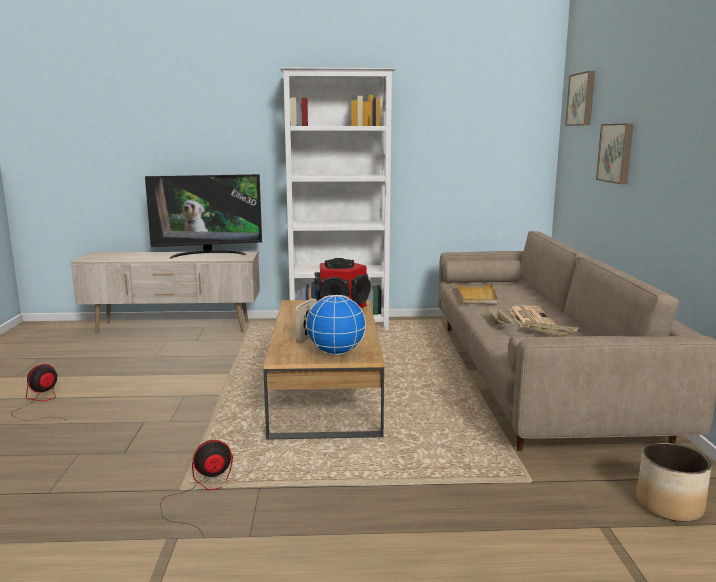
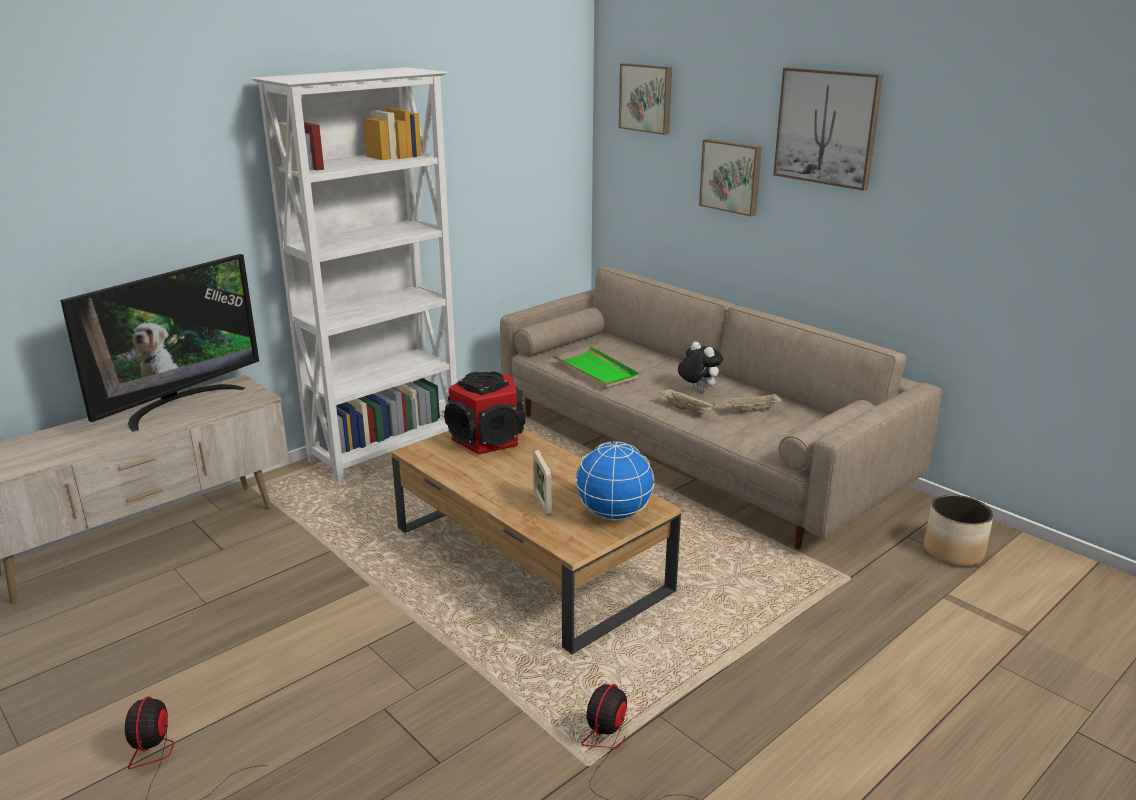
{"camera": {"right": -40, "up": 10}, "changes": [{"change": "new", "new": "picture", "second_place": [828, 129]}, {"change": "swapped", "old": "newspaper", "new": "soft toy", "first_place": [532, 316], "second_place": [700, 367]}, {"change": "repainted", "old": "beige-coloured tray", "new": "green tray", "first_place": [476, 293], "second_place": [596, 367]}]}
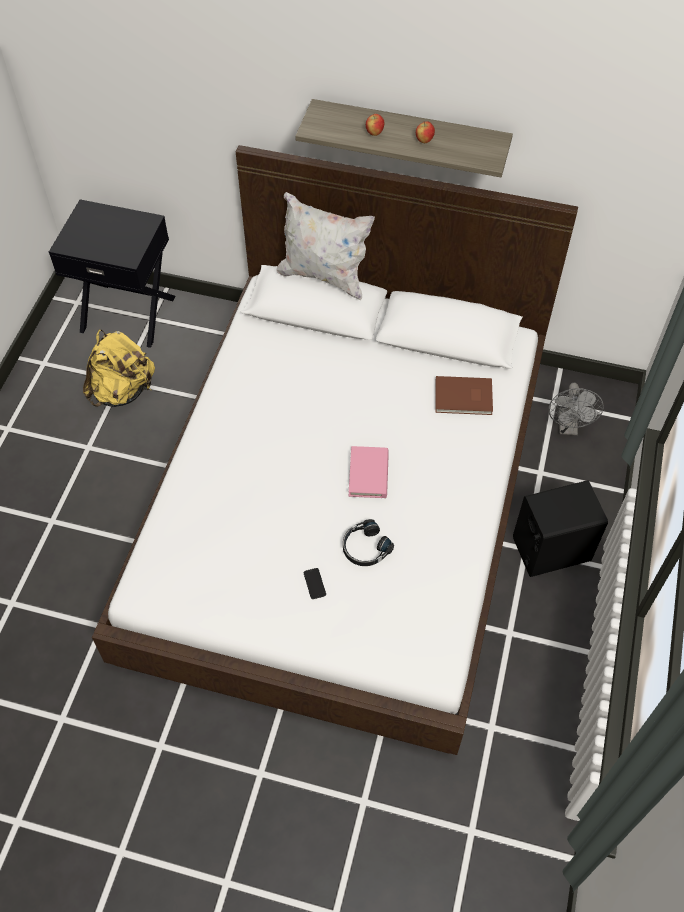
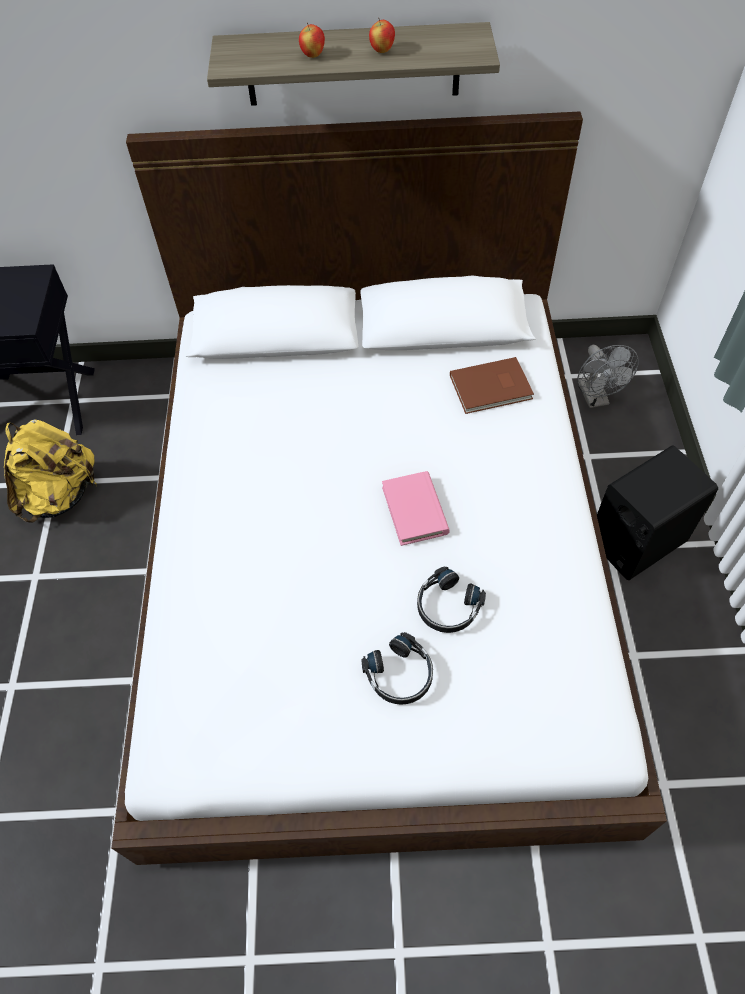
{"camera": {"right": -15, "up": 0}, "changes": [{"change": "gone", "old": "whitish cushion", "first_place": [325, 246]}, {"change": "swapped", "old": "phone", "new": "black headset", "first_place": [315, 583], "second_place": [397, 668]}]}
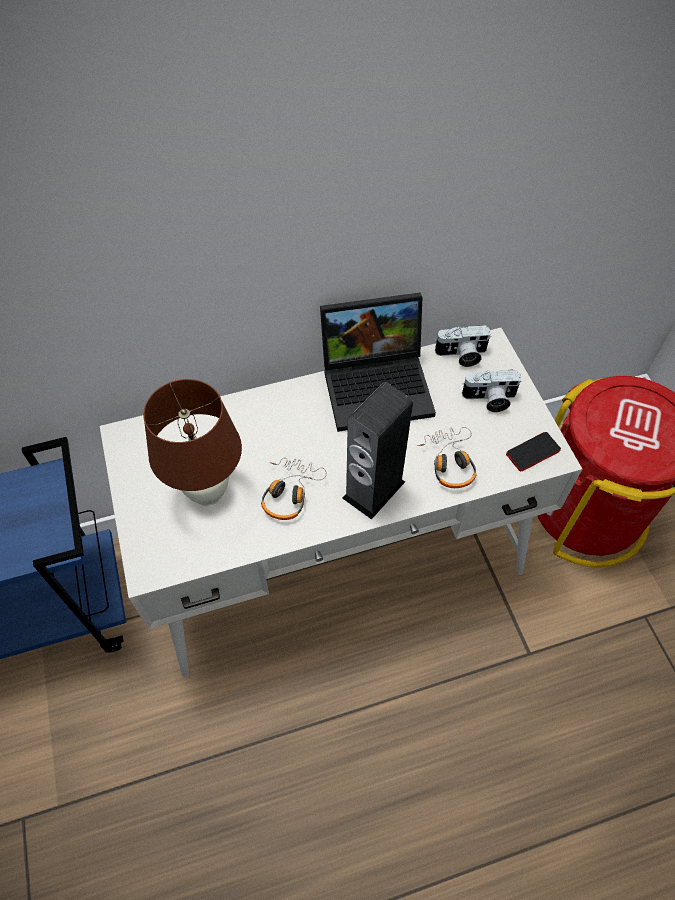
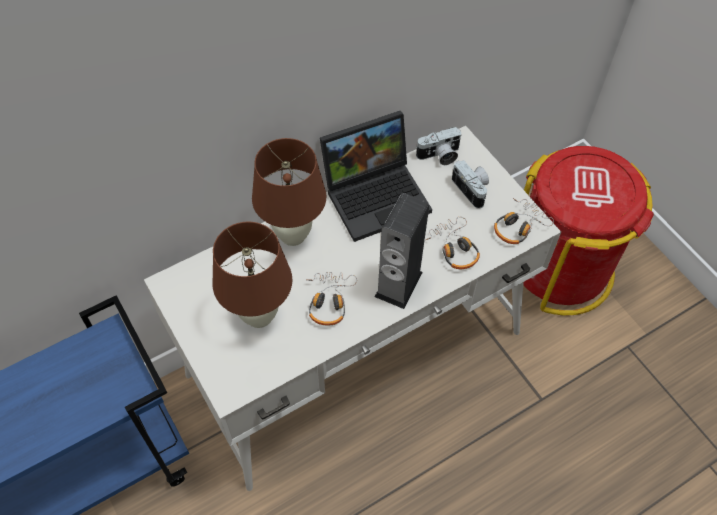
{"camera": {"right": -15, "up": 0}, "changes": [{"change": "new", "new": "brownish lamp for a table", "second_place": [289, 192]}, {"change": "swapped", "old": "phone", "new": "headset", "first_place": [533, 451], "second_place": [524, 221]}, {"change": "rotated", "old": "still camera", "first_place": [492, 390], "second_place": [470, 184], "degrees": -105}]}
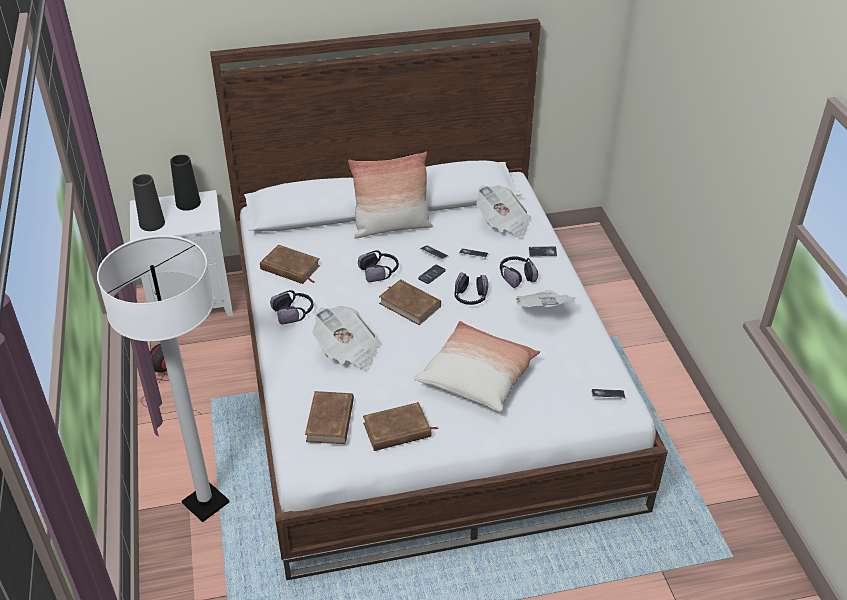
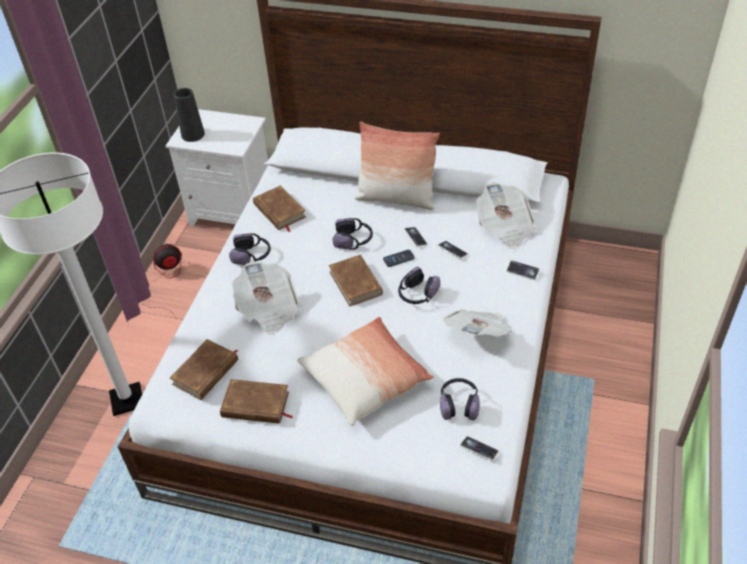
{"camera": {"right": 30, "up": 5}, "changes": [{"change": "gone", "old": "black flower vase", "first_place": [185, 183]}, {"change": "shifted", "old": "headset", "first_place": [519, 272], "second_place": [460, 399]}]}
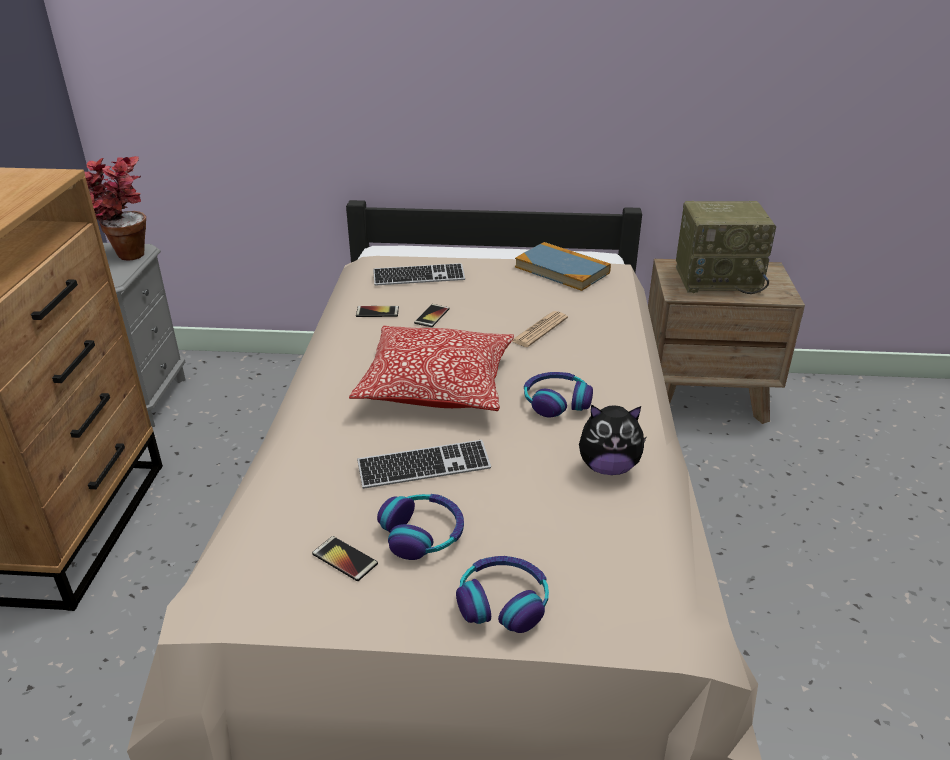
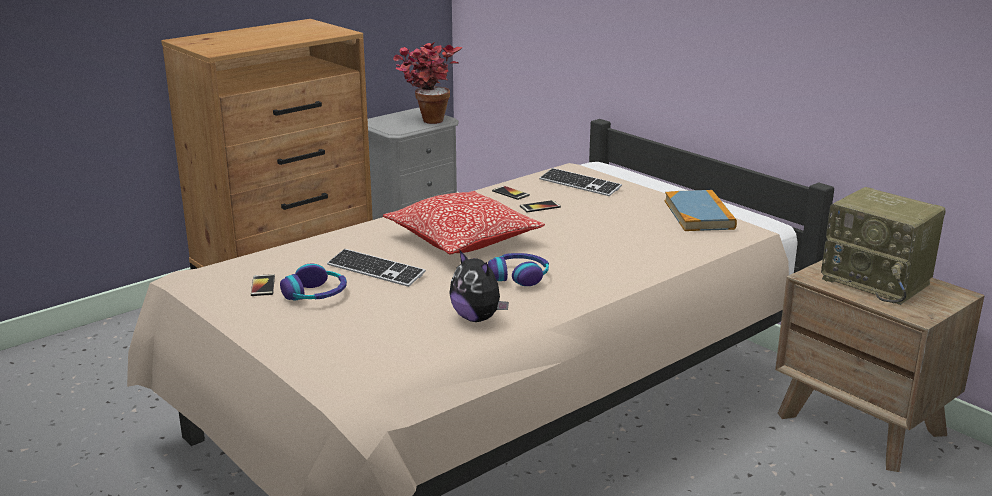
{"camera": {"right": 45, "up": -10}, "changes": [{"change": "gone", "old": "headset", "first_place": [502, 594]}, {"change": "gone", "old": "newspaper", "first_place": [540, 329]}]}
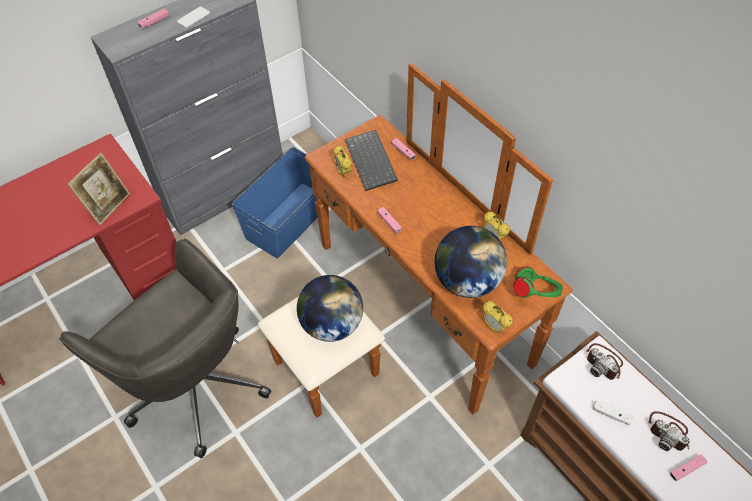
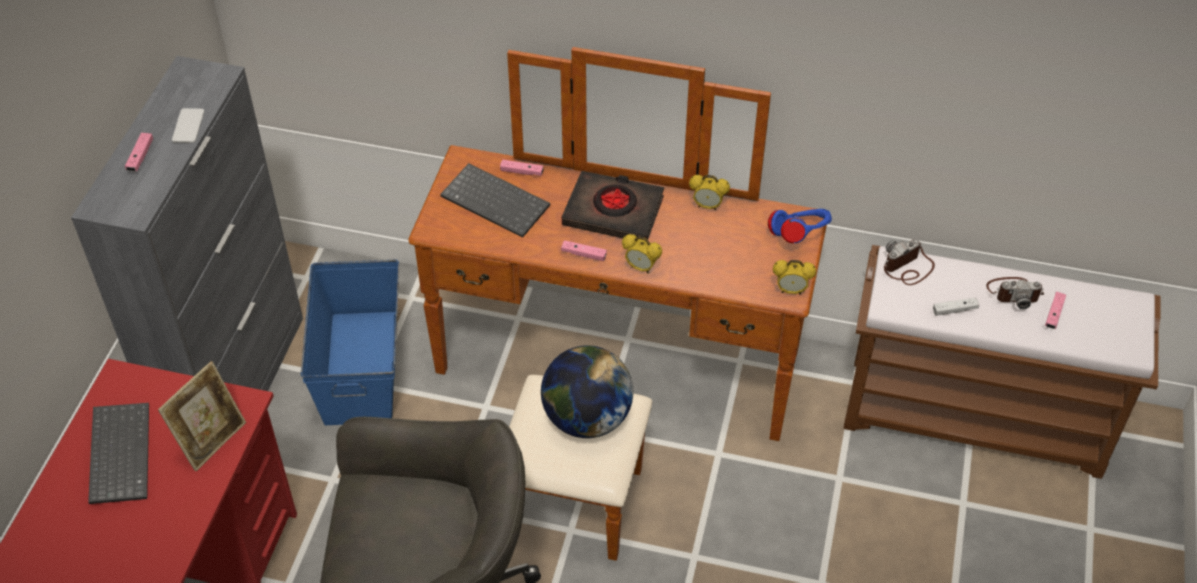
{"camera": {"right": -40, "up": -5}, "changes": [{"change": "gone", "old": "globe", "first_place": [471, 262]}, {"change": "new", "new": "computer keyboard", "second_place": [118, 453]}, {"change": "new", "new": "black bound book", "second_place": [613, 205]}, {"change": "shifted", "old": "bedside clock", "first_place": [342, 161], "second_place": [642, 253]}, {"change": "repainted", "old": "green headset", "new": "blue headset", "first_place": [538, 282], "second_place": [800, 226]}, {"change": "rotated", "old": "standing frame", "first_place": [99, 189], "second_place": [202, 416], "degrees": 45}, {"change": "rotated", "old": "still camera", "first_place": [604, 361], "second_place": [909, 262], "degrees": 135}]}
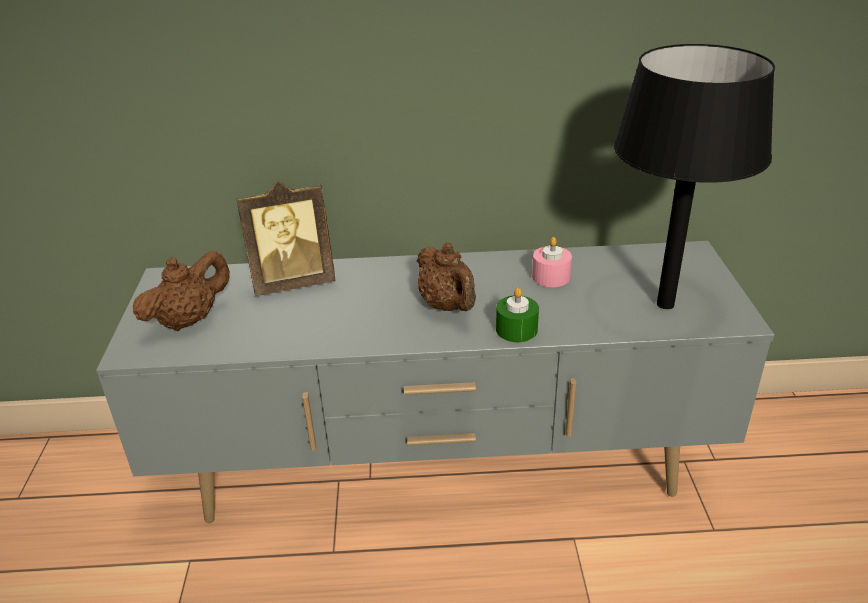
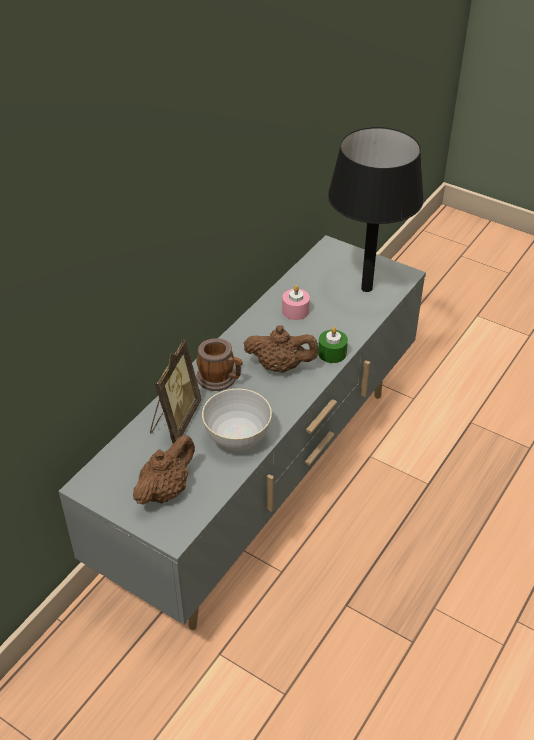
{"camera": {"right": -55, "up": 10}, "changes": [{"change": "new", "new": "tea mug", "second_place": [219, 364]}, {"change": "new", "new": "gray deep dish", "second_place": [237, 420]}, {"change": "rotated", "old": "brownish tea pot", "first_place": [181, 291], "second_place": [164, 470], "degrees": 45}]}
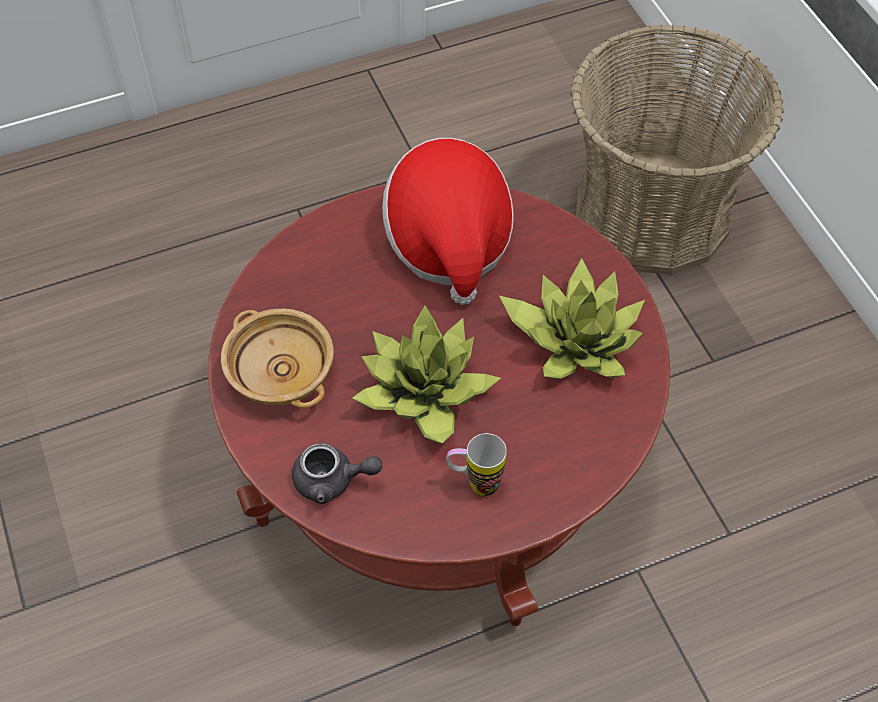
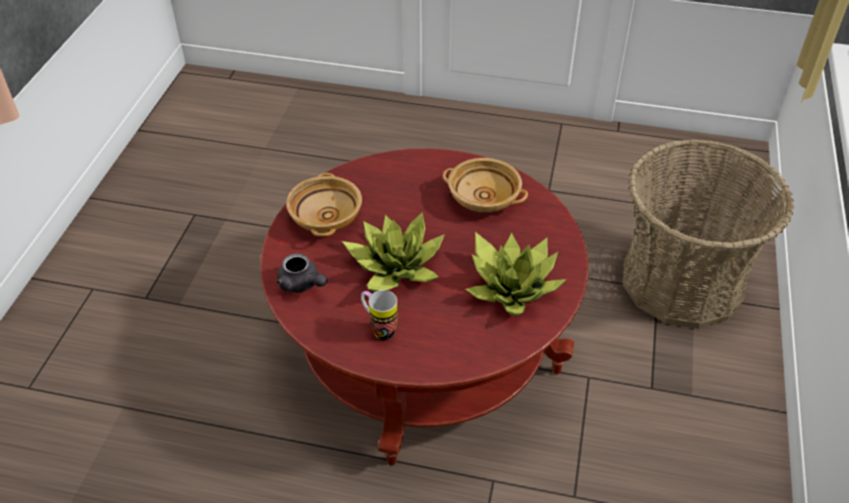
{"camera": {"right": 35, "up": -10}, "changes": [{"change": "swapped", "old": "hat", "new": "beige-coloured deep dish", "first_place": [448, 221], "second_place": [485, 185]}]}
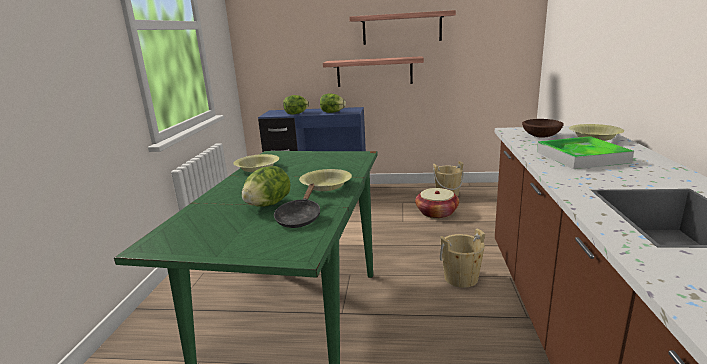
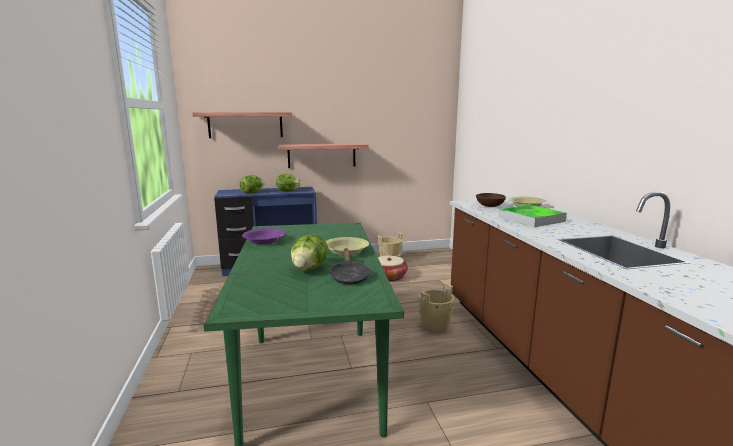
{"camera": {"right": -20, "up": -5}, "changes": [{"change": "shifted", "old": "wall shelf", "first_place": [402, 27], "second_place": [242, 125]}, {"change": "repainted", "old": "yellow deep dish", "new": "purplish deep dish", "first_place": [256, 163], "second_place": [264, 236]}]}
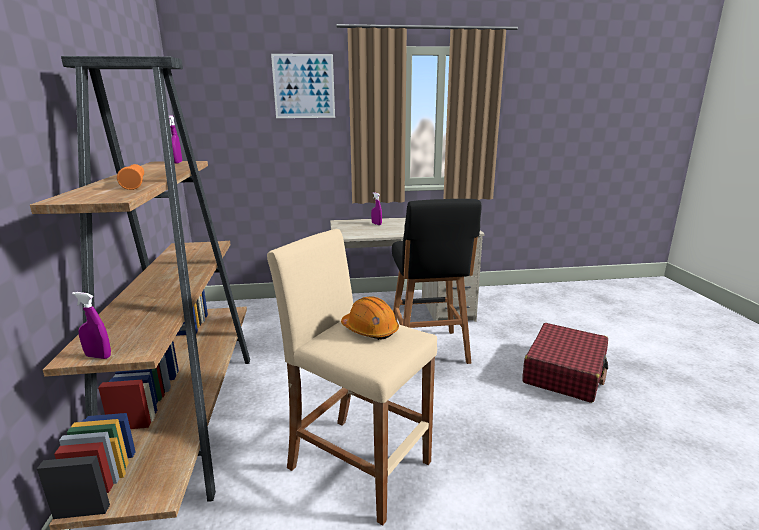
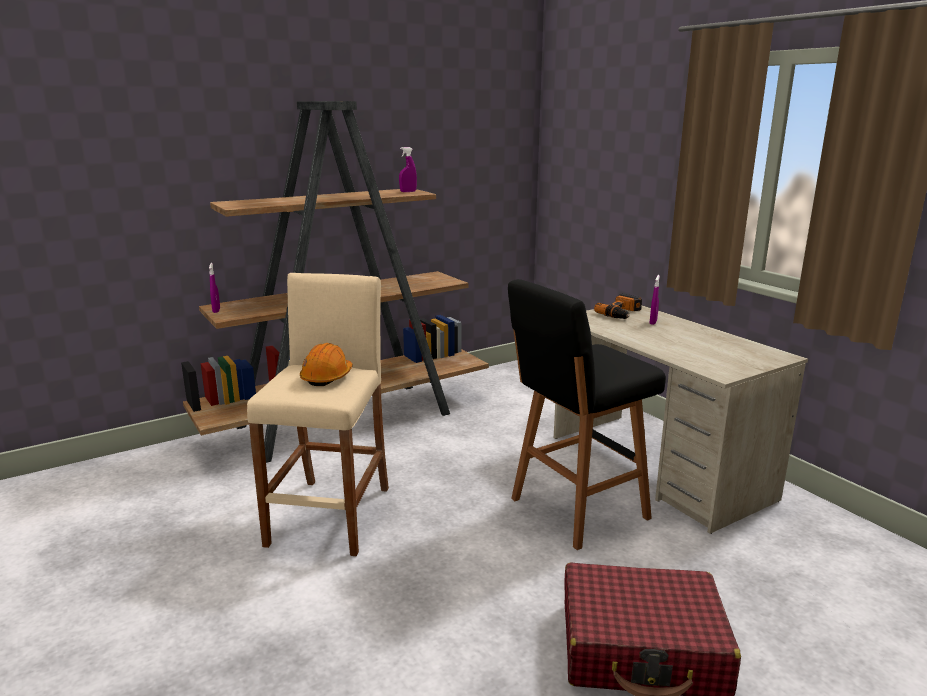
{"camera": {"right": 65, "up": 0}, "changes": [{"change": "gone", "old": "orangey flashlight", "first_place": [130, 177]}, {"change": "gone", "old": "picture", "first_place": [303, 86]}, {"change": "new", "new": "electric drill", "second_place": [618, 306]}]}
